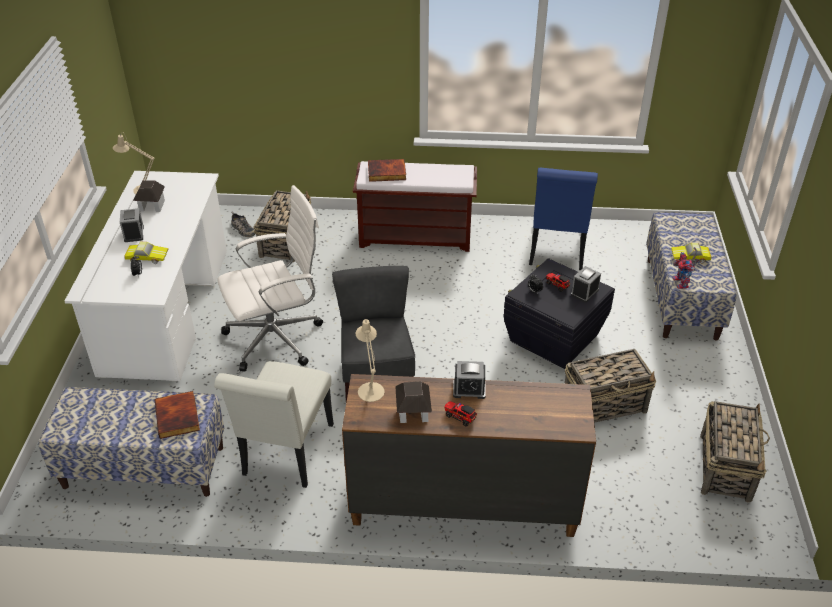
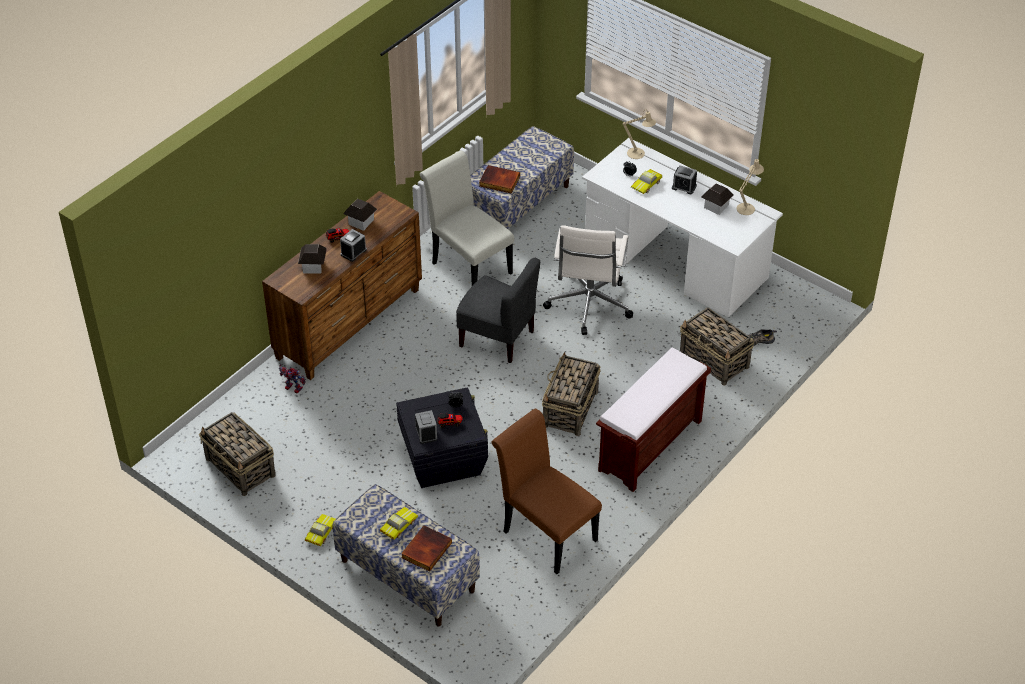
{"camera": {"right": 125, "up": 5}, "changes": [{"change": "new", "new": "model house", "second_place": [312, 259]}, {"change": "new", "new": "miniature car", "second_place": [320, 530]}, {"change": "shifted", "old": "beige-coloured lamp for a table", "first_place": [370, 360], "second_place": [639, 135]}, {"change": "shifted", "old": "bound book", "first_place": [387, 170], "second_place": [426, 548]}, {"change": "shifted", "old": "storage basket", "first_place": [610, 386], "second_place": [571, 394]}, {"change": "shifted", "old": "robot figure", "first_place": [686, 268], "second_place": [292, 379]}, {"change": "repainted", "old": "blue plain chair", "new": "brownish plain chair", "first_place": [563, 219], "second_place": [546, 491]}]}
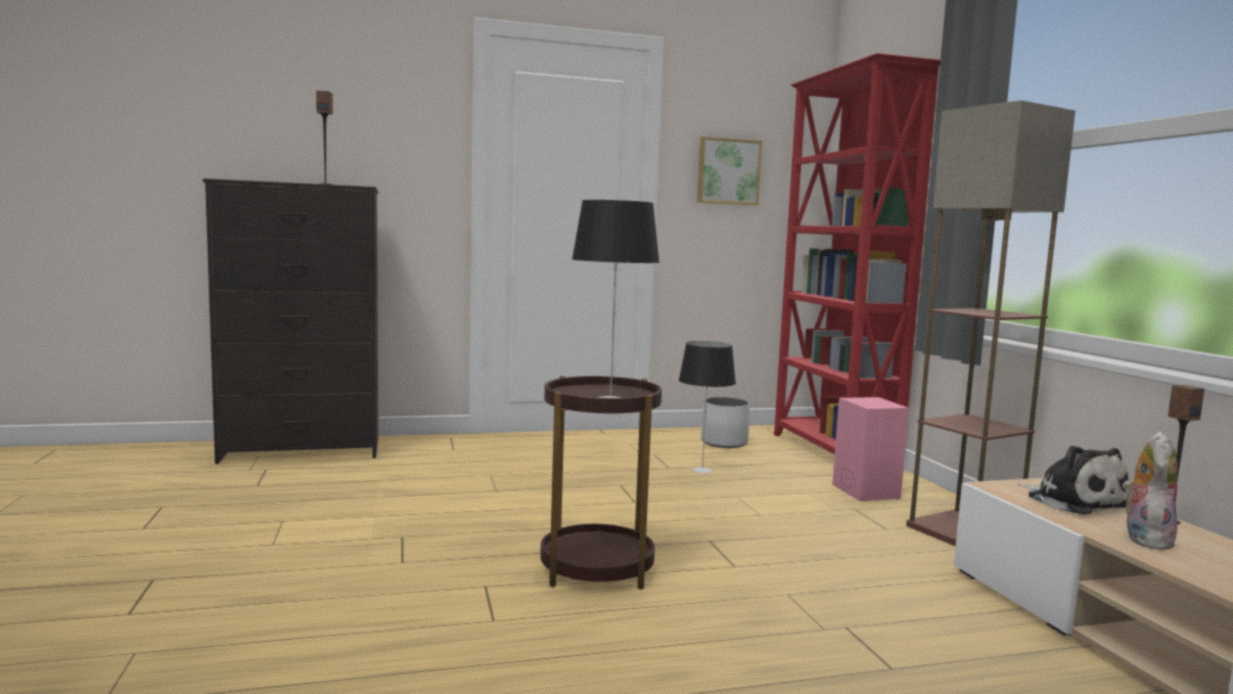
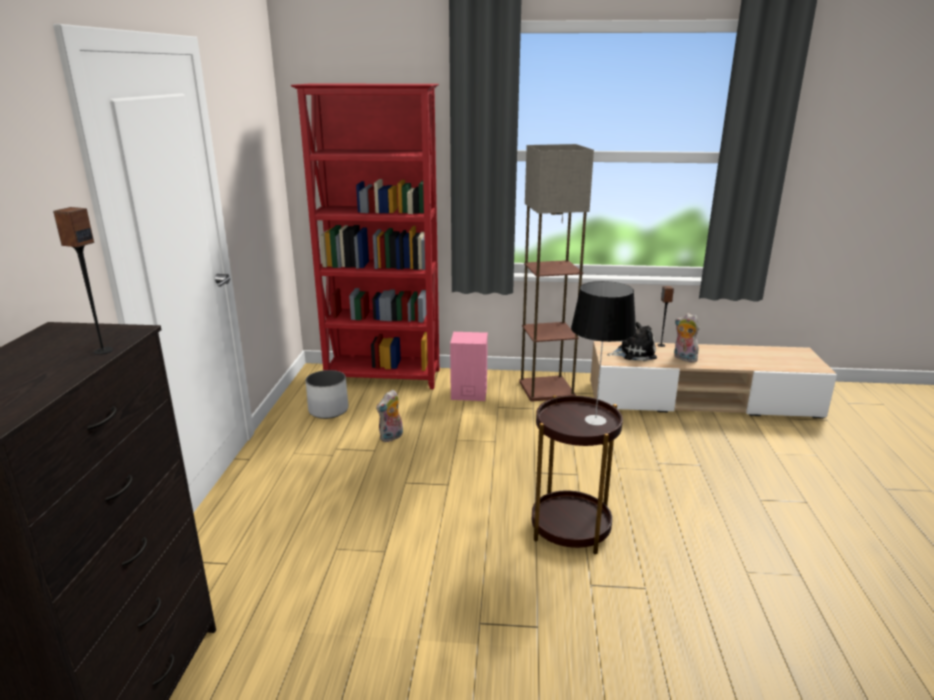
{"camera": {"right": -70, "up": 15}, "changes": [{"change": "gone", "old": "picture", "first_place": [729, 171]}, {"change": "swapped", "old": "lamp for a table", "new": "soft toy", "first_place": [707, 407], "second_place": [389, 416]}]}
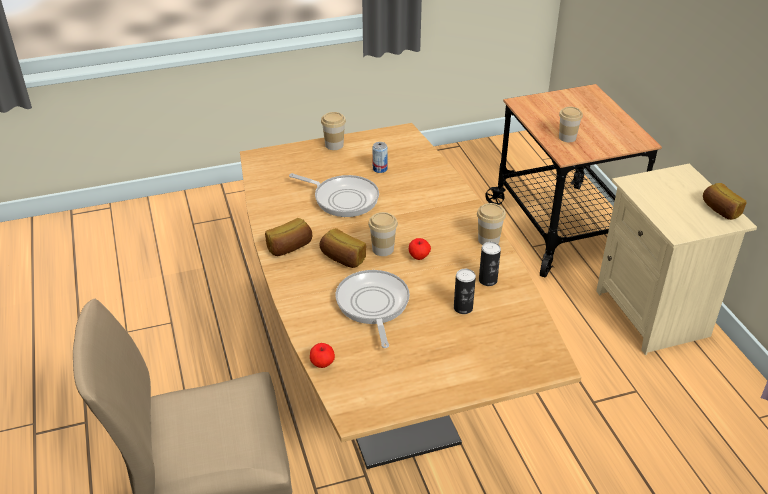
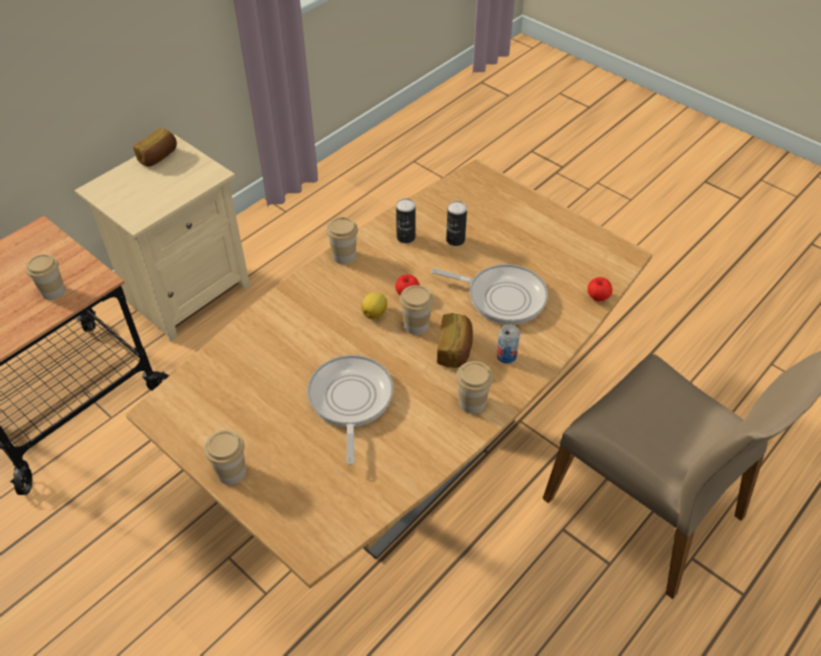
{"camera": {"right": -120, "up": 10}, "changes": [{"change": "new", "new": "whole lemon", "second_place": [374, 305]}, {"change": "shifted", "old": "metal can", "first_place": [380, 157], "second_place": [508, 344]}, {"change": "swapped", "old": "bakery bread", "new": "drinking cup", "first_place": [288, 237], "second_place": [474, 387]}, {"change": "rotated", "old": "pan", "first_place": [372, 309], "second_place": [489, 294], "degrees": -120}]}
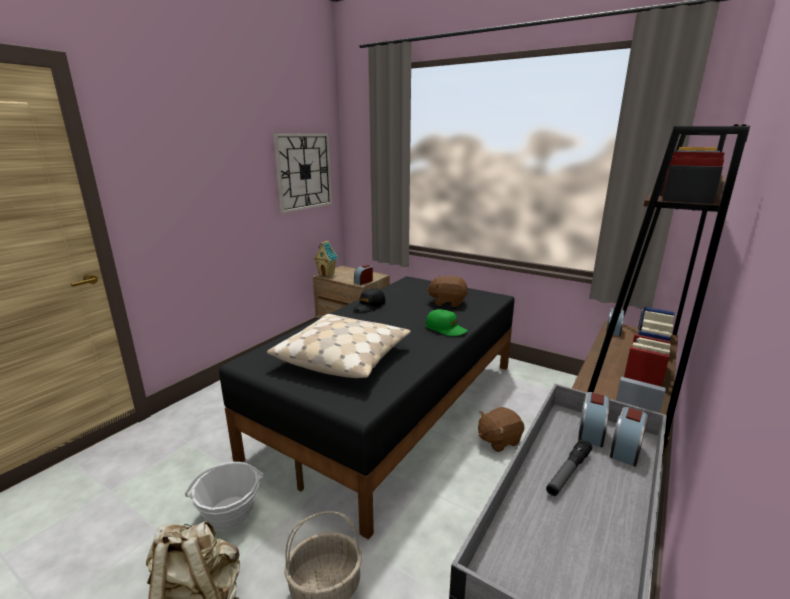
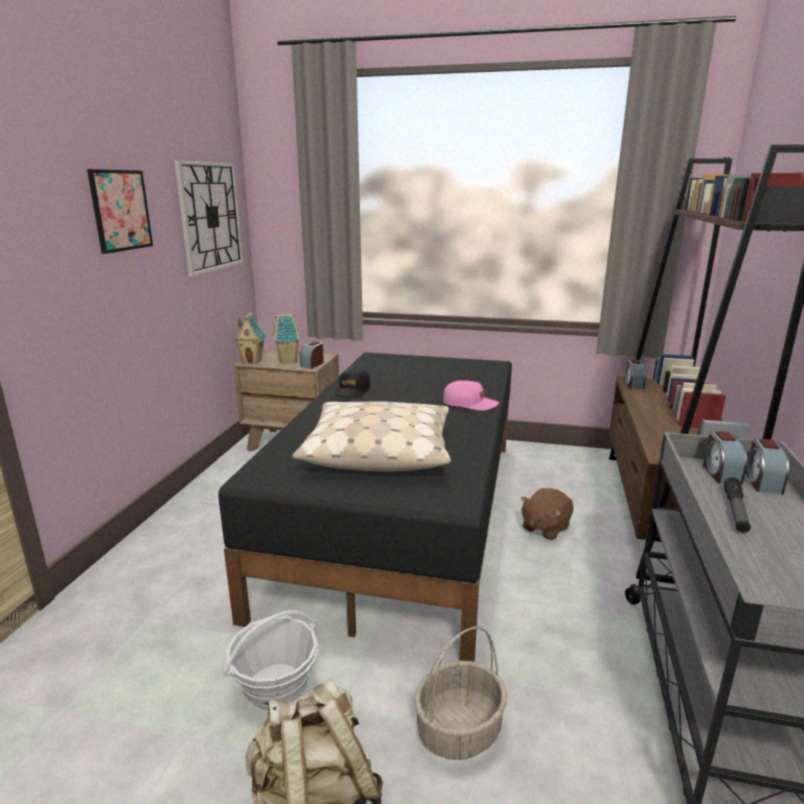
{"camera": {"right": -20, "up": 0}, "changes": [{"change": "gone", "old": "brownish soft toy", "first_place": [447, 291]}, {"change": "new", "new": "picture", "second_place": [120, 211]}, {"change": "new", "new": "model house", "second_place": [286, 338]}, {"change": "repainted", "old": "green baseball cap", "new": "pink-coloured baseball cap", "first_place": [447, 322], "second_place": [471, 395]}]}
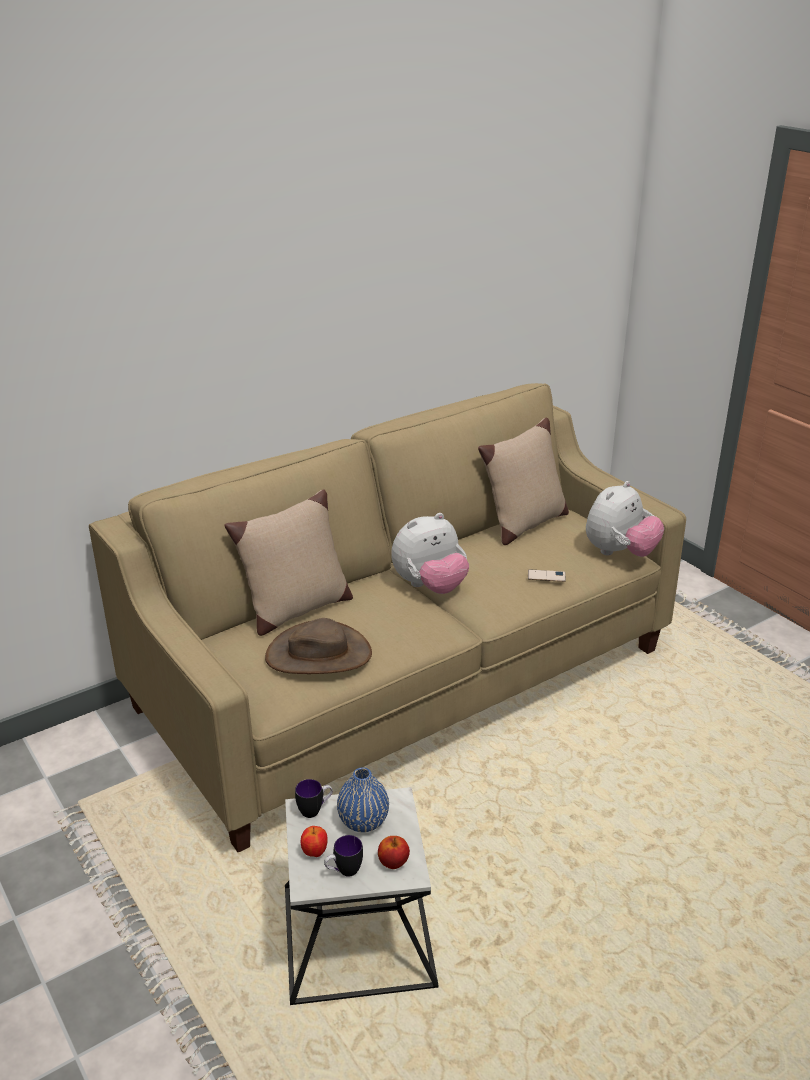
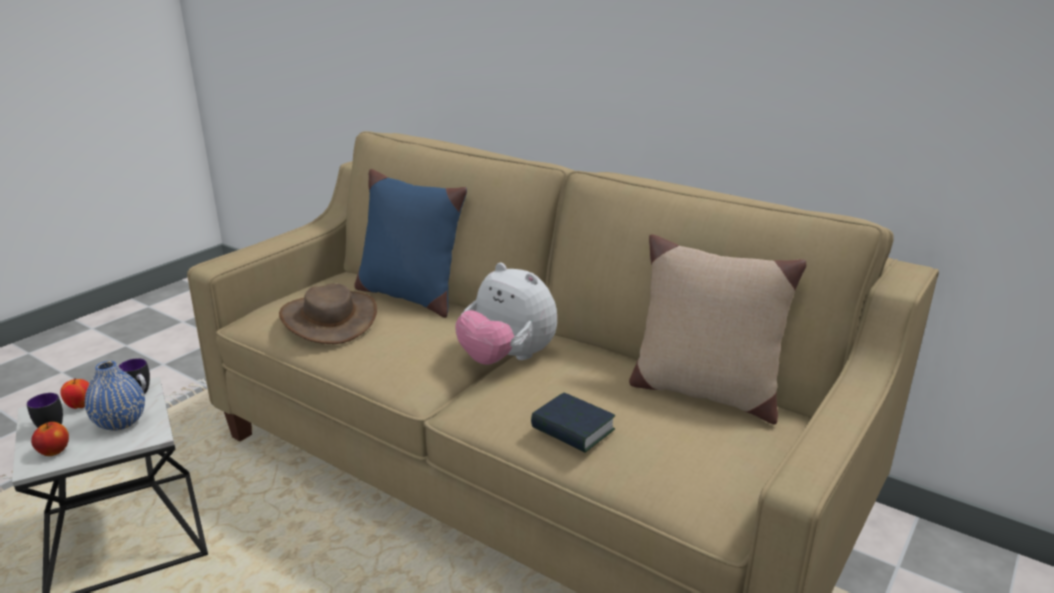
{"camera": {"right": 70, "up": -5}, "changes": [{"change": "gone", "old": "soft toy", "first_place": [625, 519]}, {"change": "swapped", "old": "phone", "new": "bound book", "first_place": [547, 575], "second_place": [573, 422]}, {"change": "repainted", "old": "beige-coloured cushion", "new": "blue cushion", "first_place": [288, 562], "second_place": [410, 243]}]}
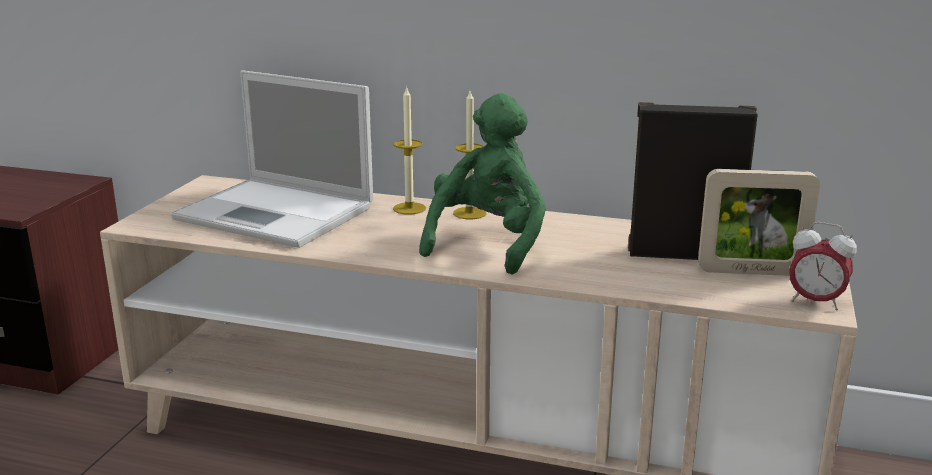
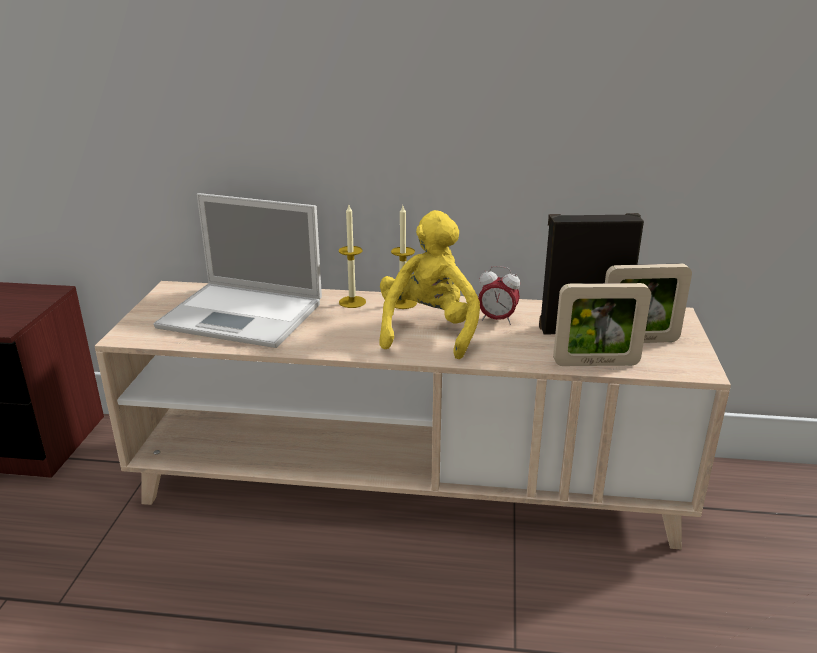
{"camera": {"right": -10, "up": 5}, "changes": [{"change": "new", "new": "standing frame", "second_place": [602, 324]}, {"change": "shifted", "old": "bedside clock", "first_place": [823, 266], "second_place": [499, 295]}, {"change": "repainted", "old": "green soft toy", "new": "yellow soft toy", "first_place": [482, 183], "second_place": [429, 284]}]}
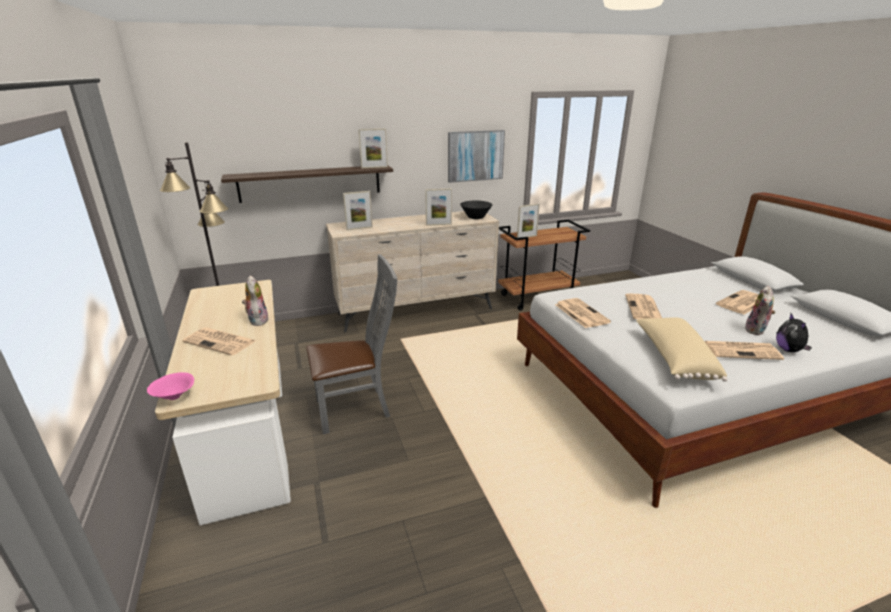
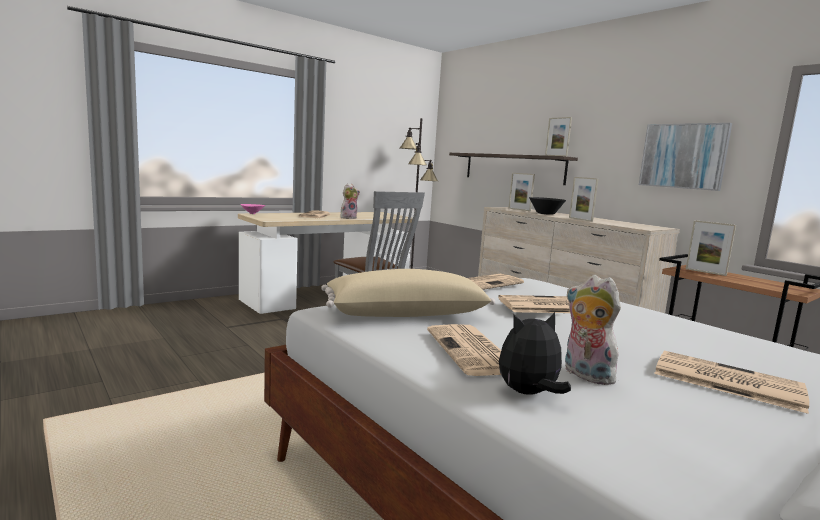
{"camera": {"right": 70, "up": -15}, "changes": [{"change": "shifted", "old": "black deep dish", "first_place": [476, 210], "second_place": [547, 206]}, {"change": "rotated", "old": "soft toy", "first_place": [760, 310], "second_place": [594, 330], "degrees": 45}]}
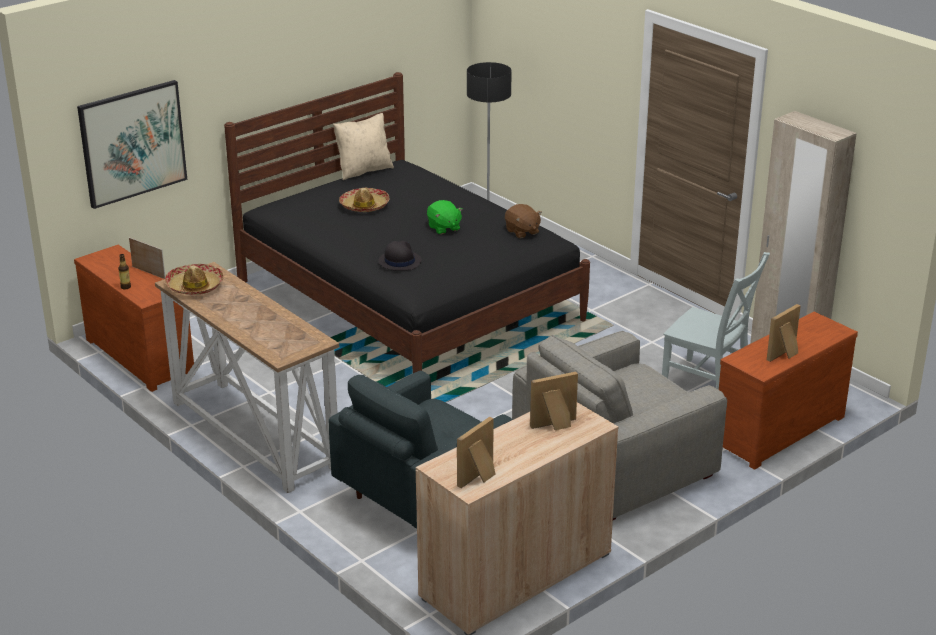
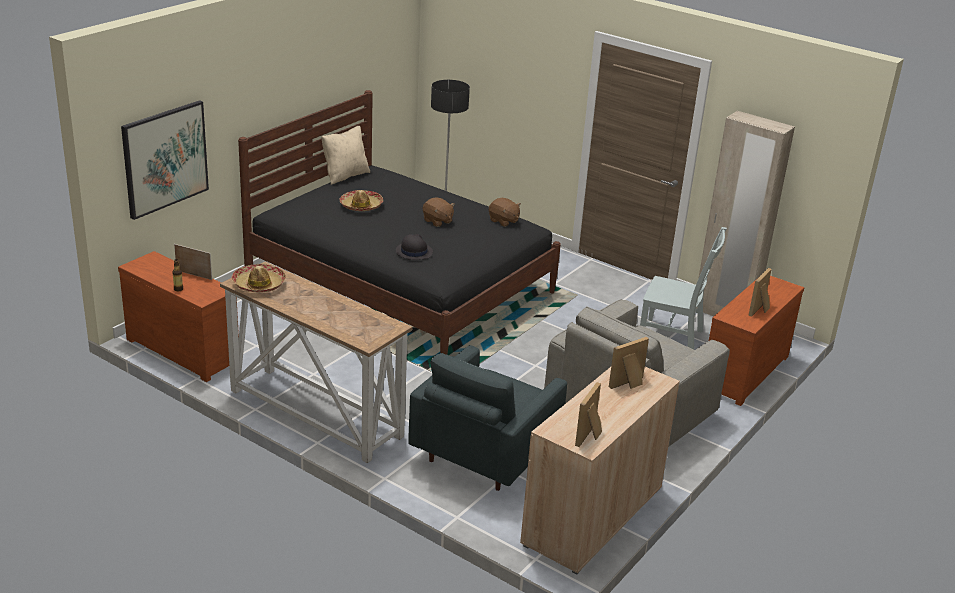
{"camera": {"right": -15, "up": 0}, "changes": [{"change": "repainted", "old": "green soft toy", "new": "brownish soft toy", "first_place": [445, 217], "second_place": [439, 212]}]}
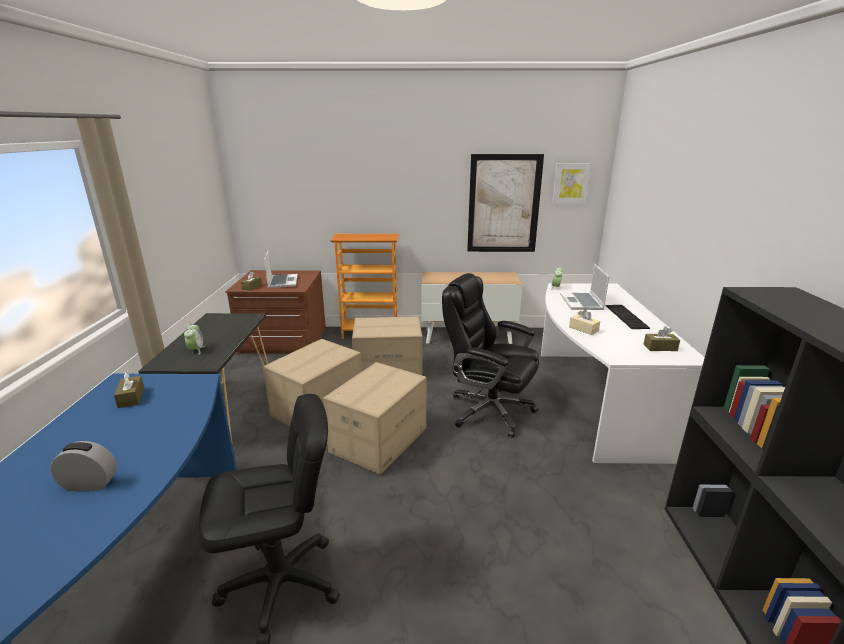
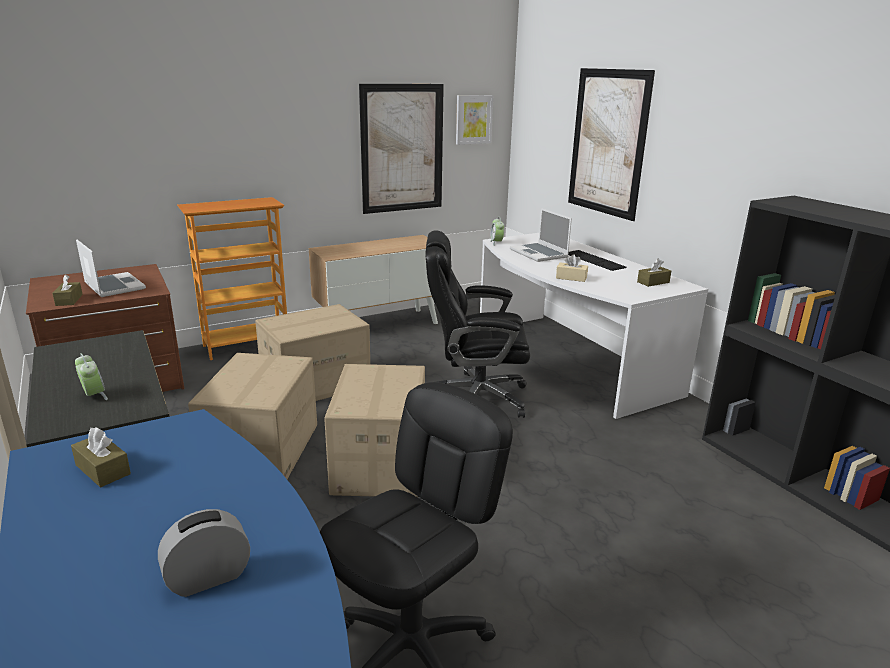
{"camera": {"right": -30, "up": 0}, "changes": [{"change": "new", "new": "picture", "second_place": [611, 144]}]}
